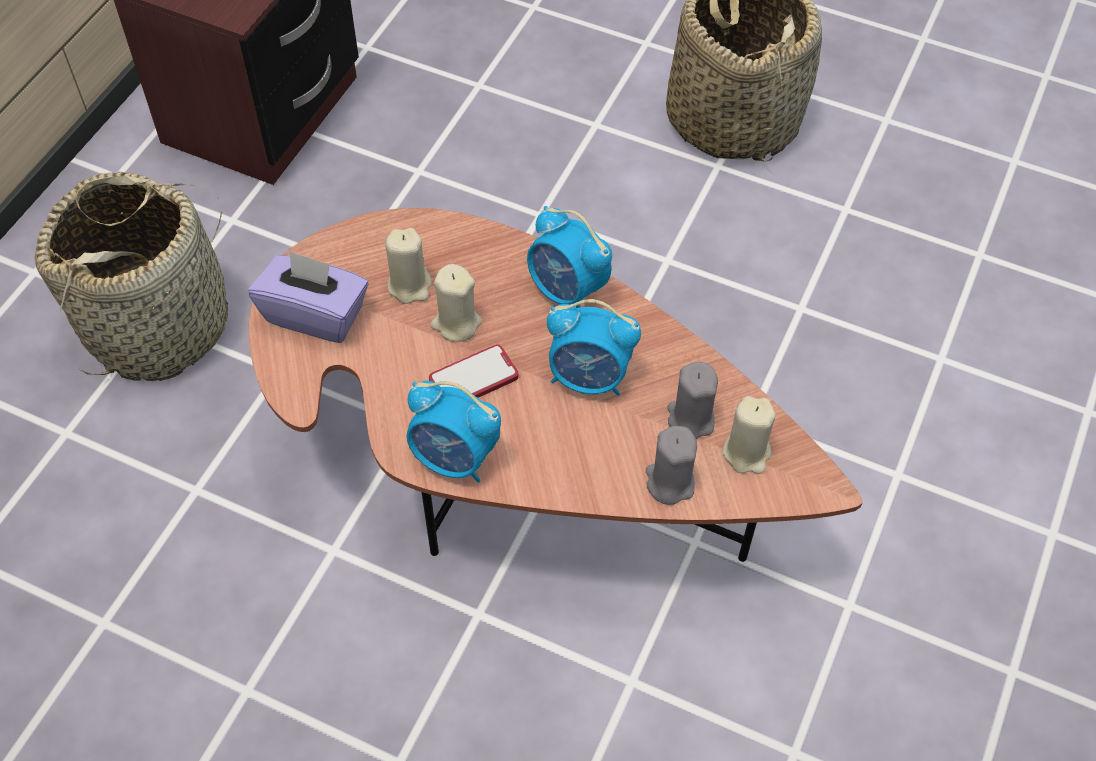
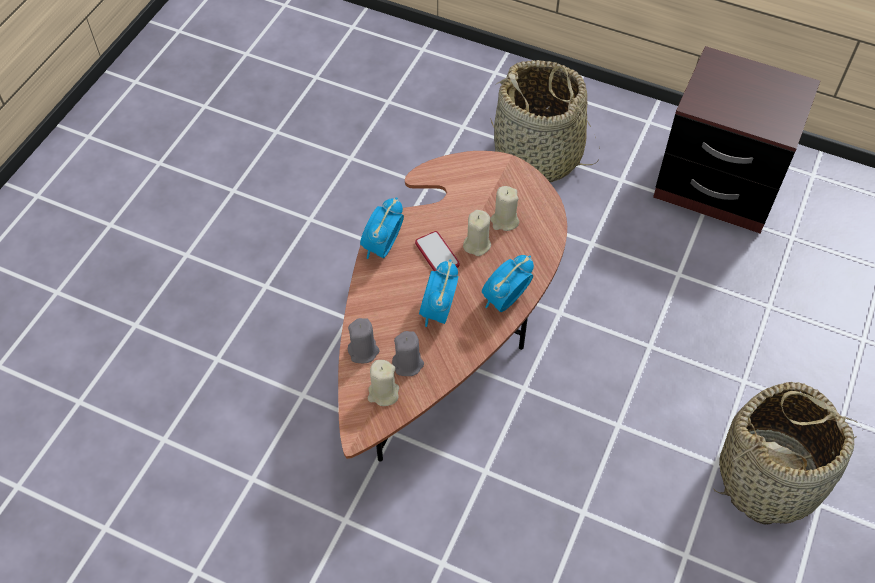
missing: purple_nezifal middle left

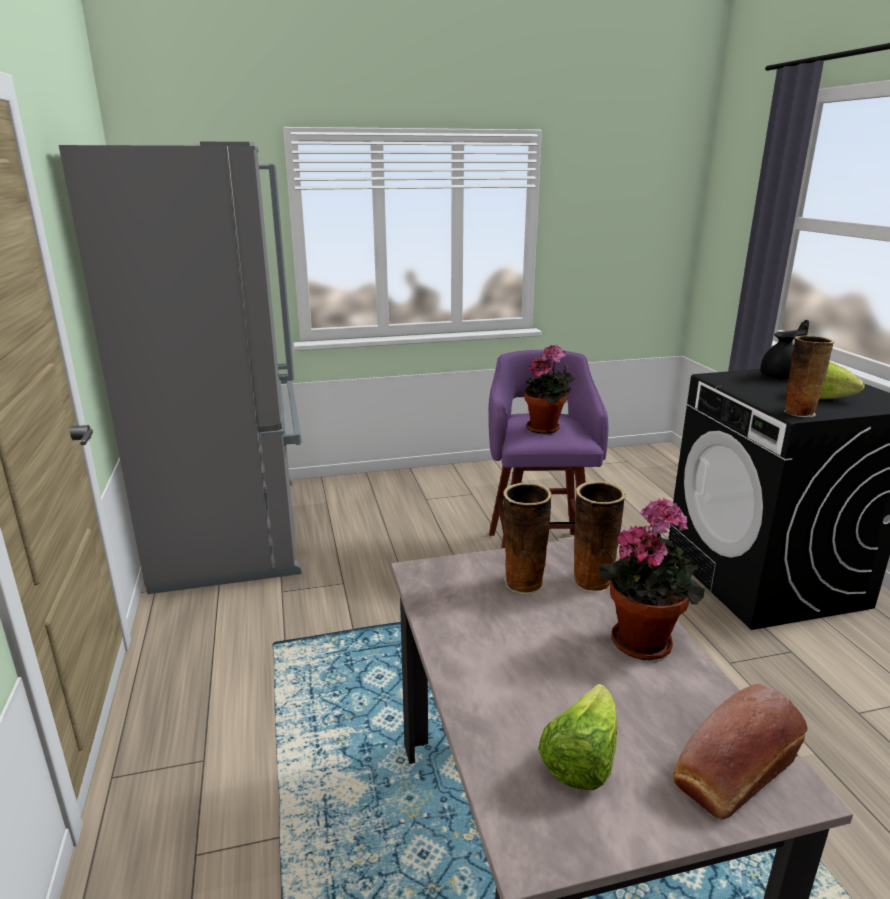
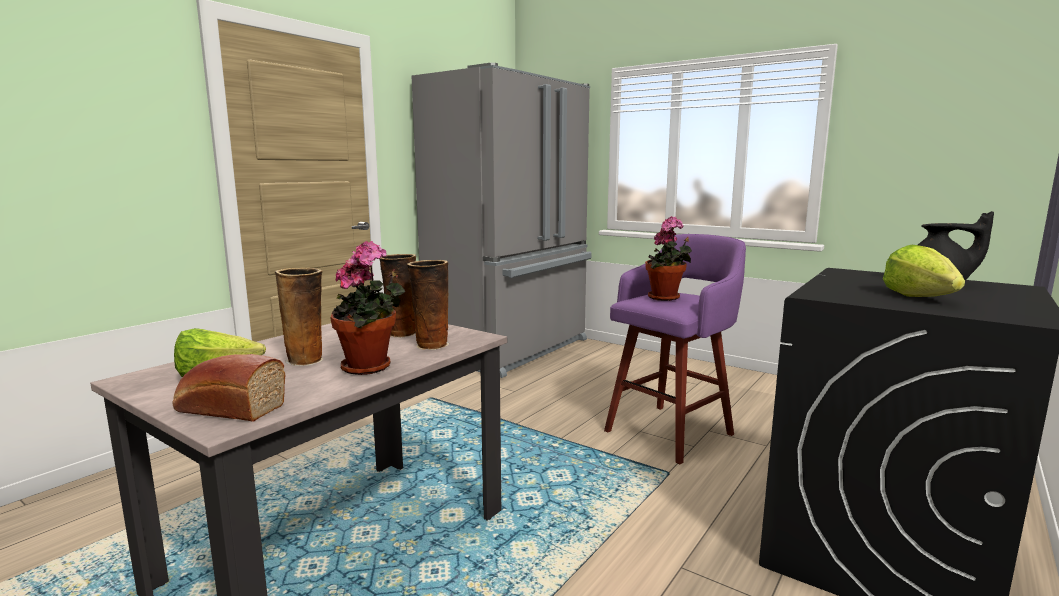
relocated: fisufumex (no. 3 from left in the first image) middle right to fisufumex (no. 1 from left) middle left

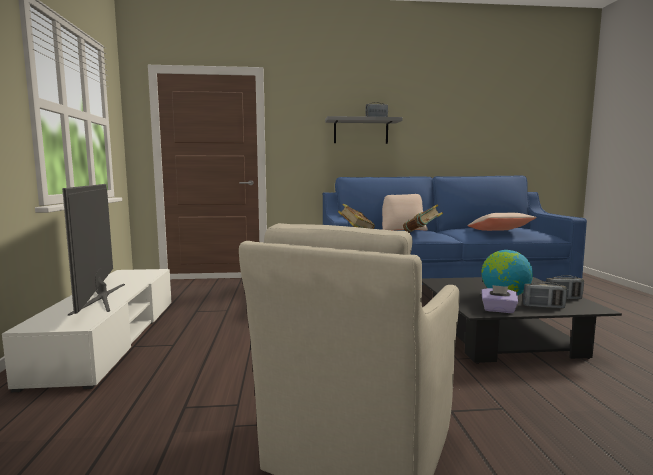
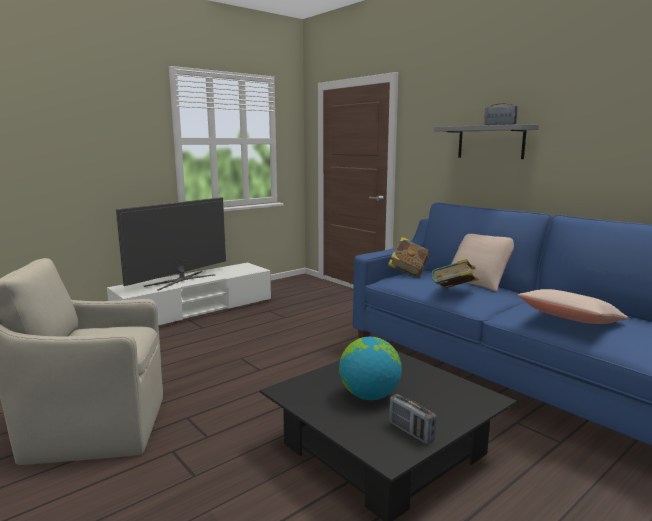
missing: purple_nezifal middle right; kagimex (no. 2 from left) middle right

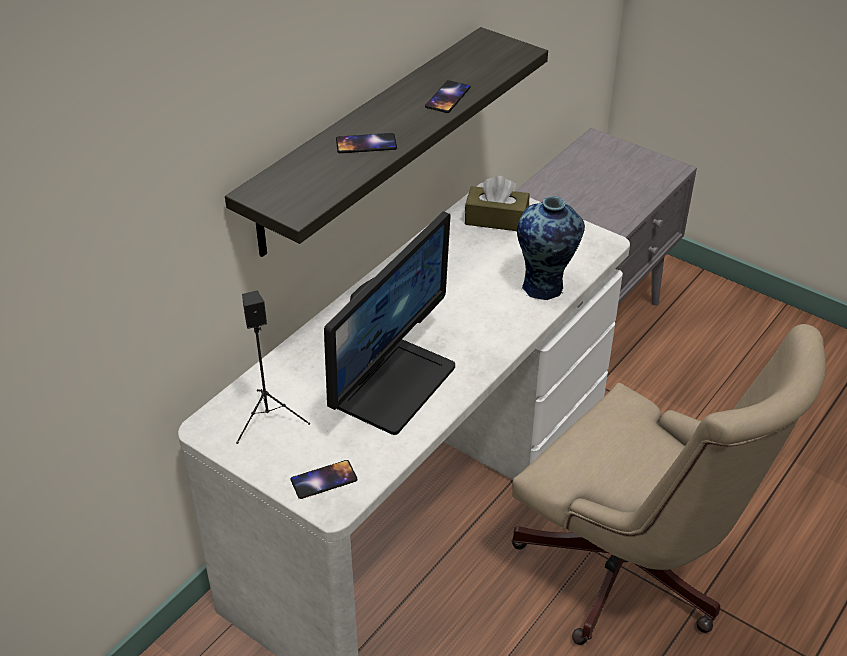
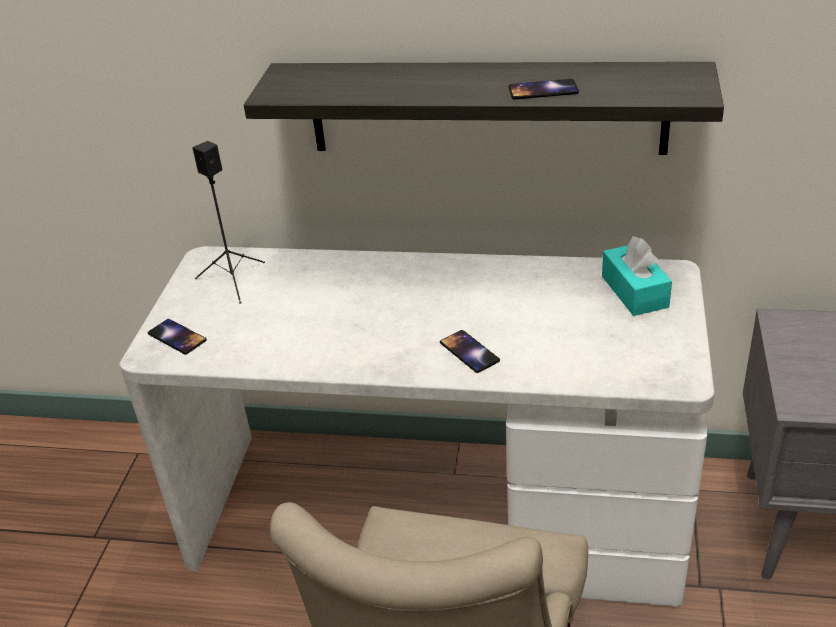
missing: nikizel centre; fisufumex centre
relocated: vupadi (no. 2 from left) top centre to centre
colour: brown_nezifal top centre to turquoise_nezifal middle right

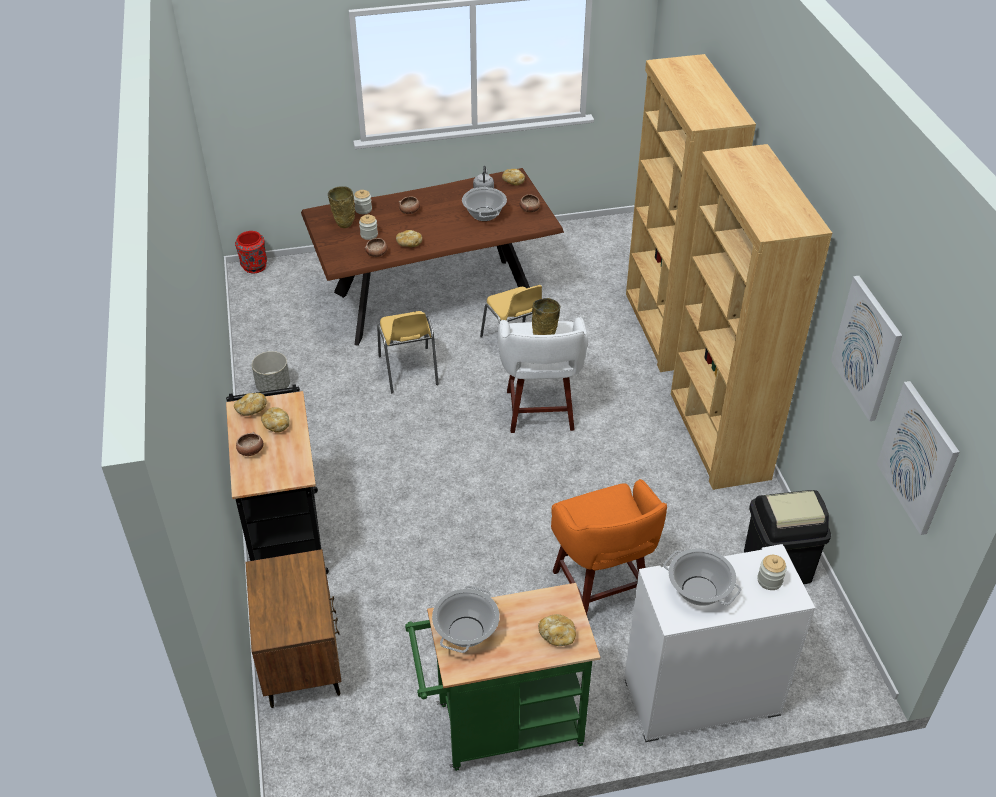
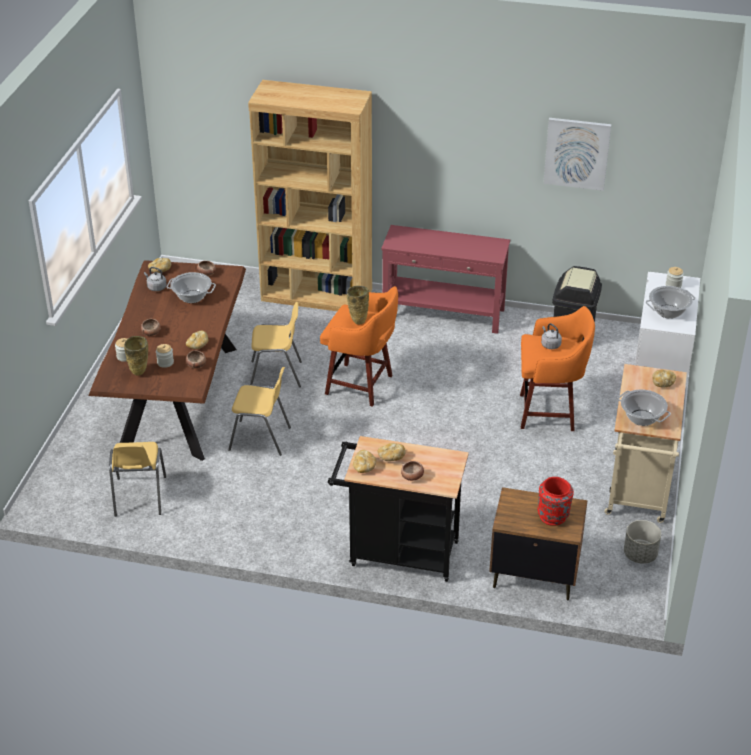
missing: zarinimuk (no. 2 from left) middle right
appeared: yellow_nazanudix (no. 1 from left) middle left; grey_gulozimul (no. 2 from left) middle right
relocated: red_fisufumex top left to middle right; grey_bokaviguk middle left to bottom right
exchanged: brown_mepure (no. 2 from left) middle right to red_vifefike centre
colour: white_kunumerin centre to orange_kunumerin (no. 1 from left) centre; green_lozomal bottom centre to beige_lozomal middle right

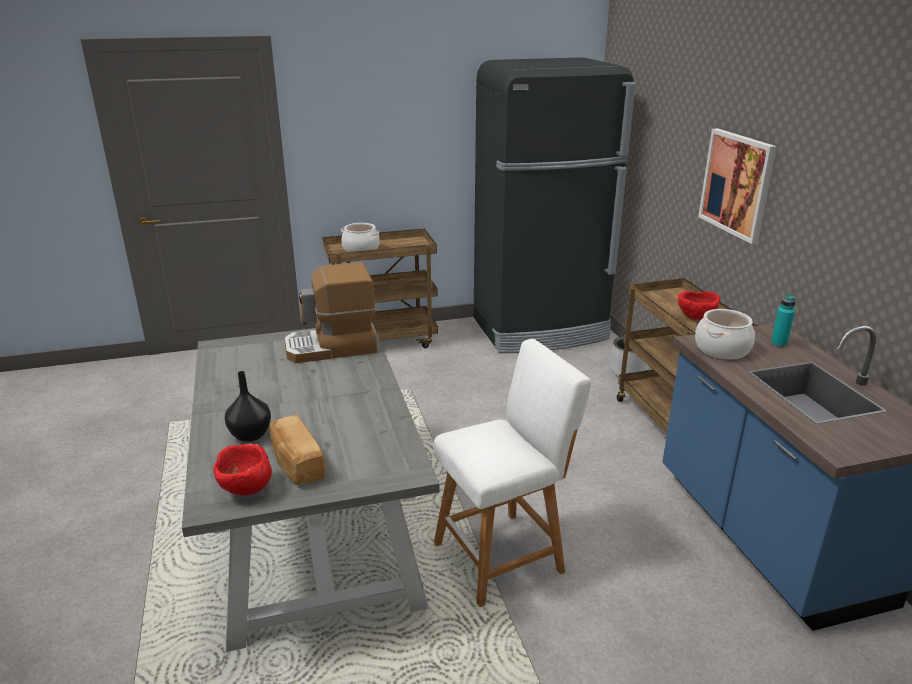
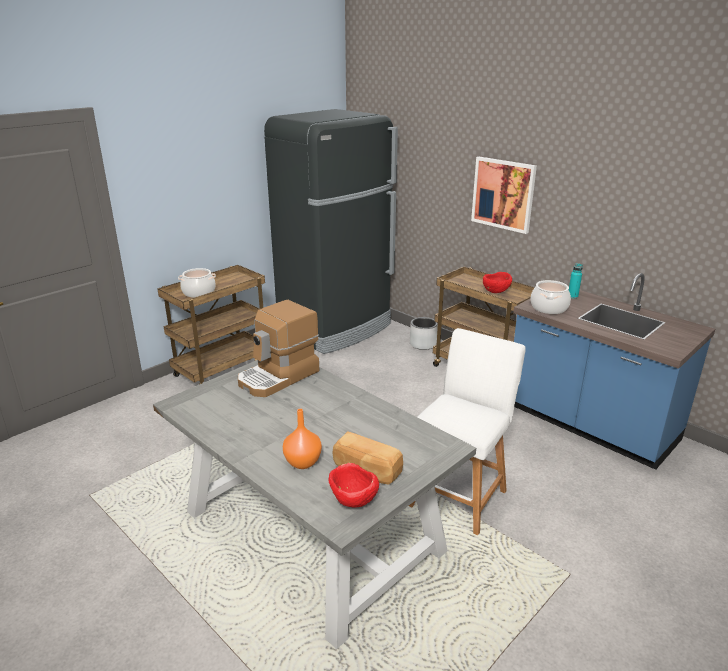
colour: black_fisufumex middle left to orange_fisufumex centre

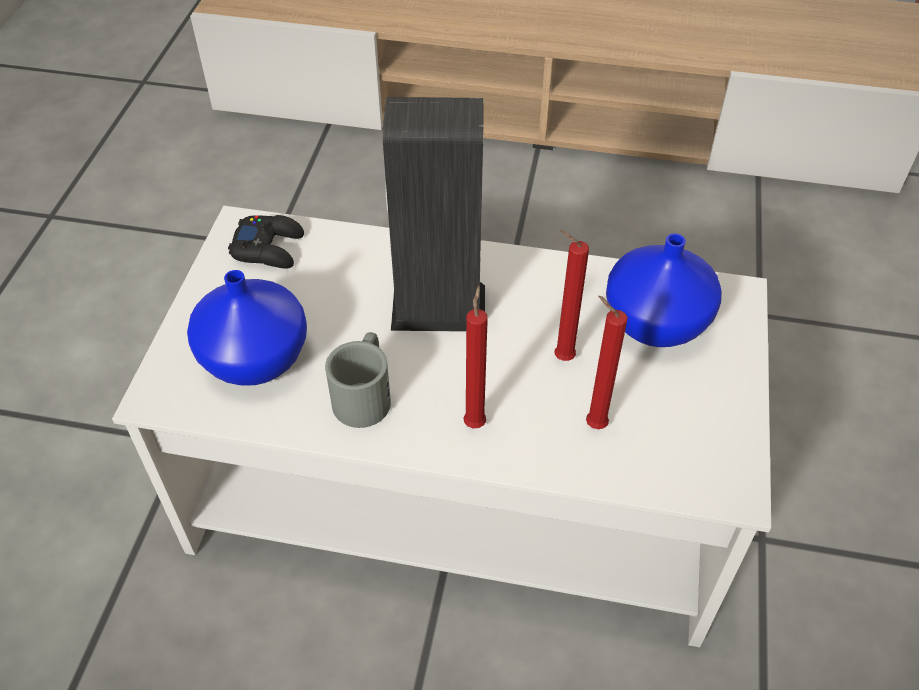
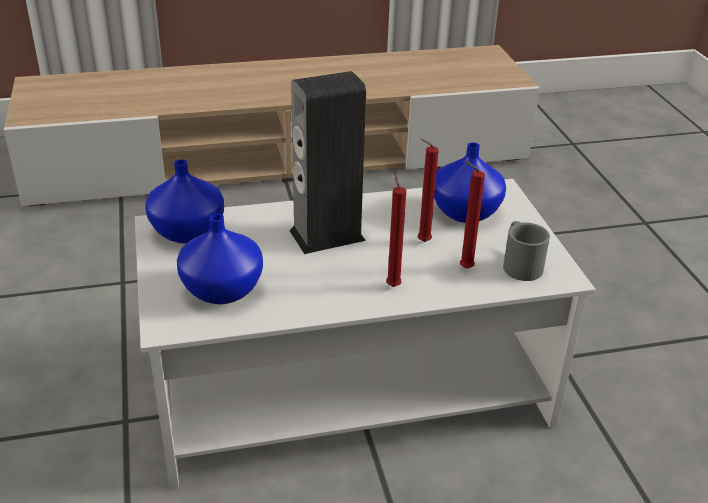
relocated: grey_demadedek centre to middle right
exchanged: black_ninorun middle left to blue_fisufumex (no. 1 from left) middle left

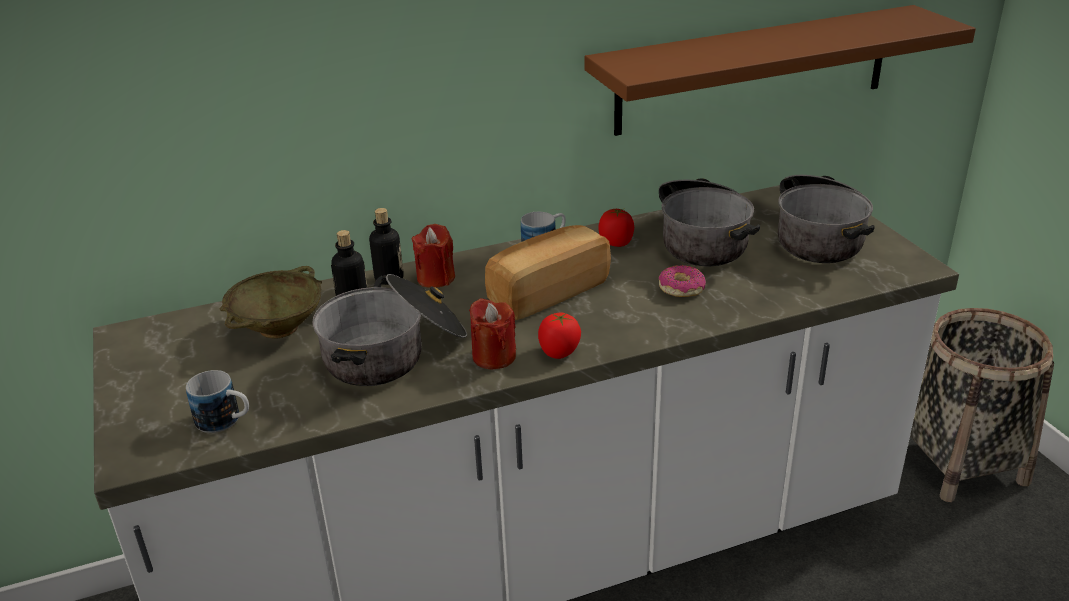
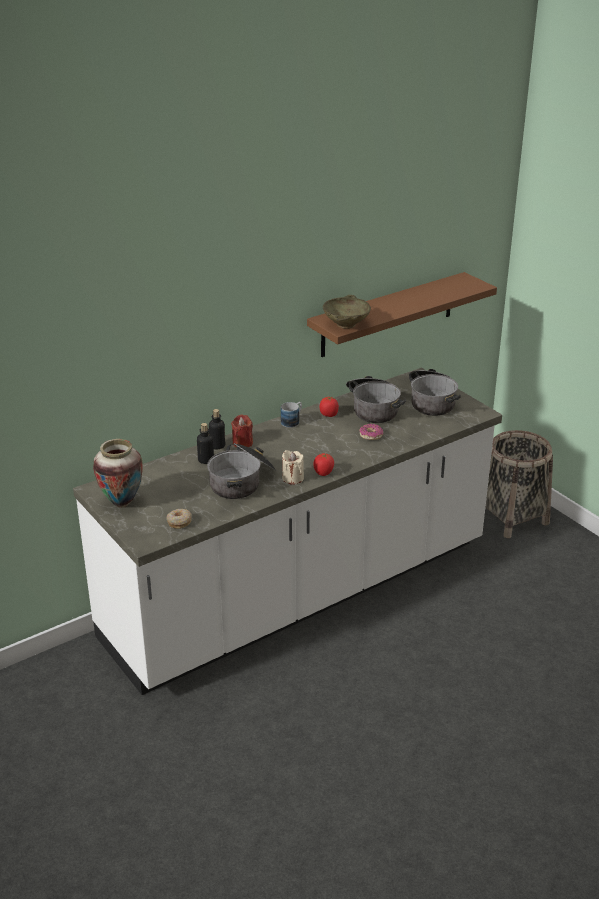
missing: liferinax centre
appeared: fisufumex middle left
relocated: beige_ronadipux middle left to centre
exchanged: demadedek (no. 1 from left) bottom left to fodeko (no. 1 from left) middle left
colour: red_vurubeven (no. 2 from left) centre to beige_vurubeven centre

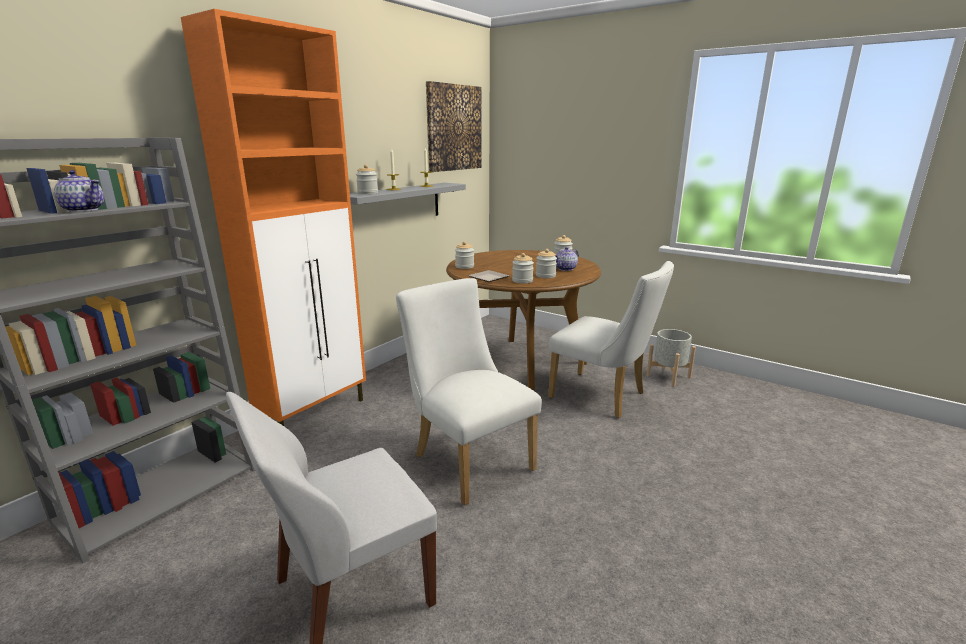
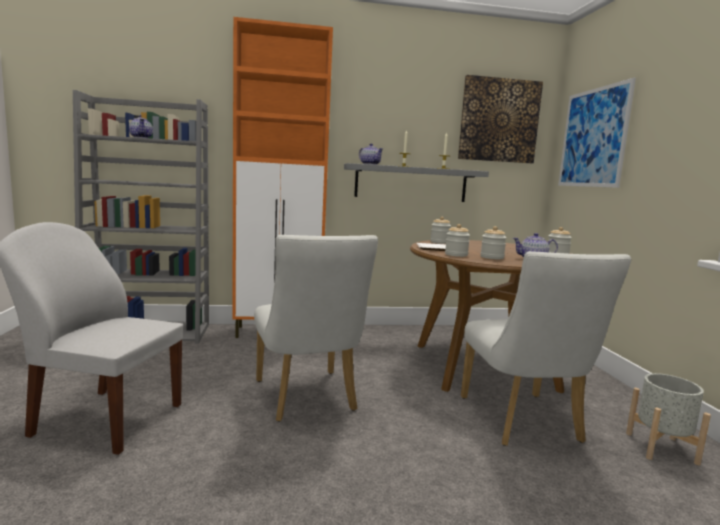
appeared: zarinimuk (no. 2 from left) top right
exchanged: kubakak (no. 1 from left) top centre to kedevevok (no. 2 from left) top centre
spun: white_nazanudix (no. 2 from left) centre = centre 150 degrees clockwise

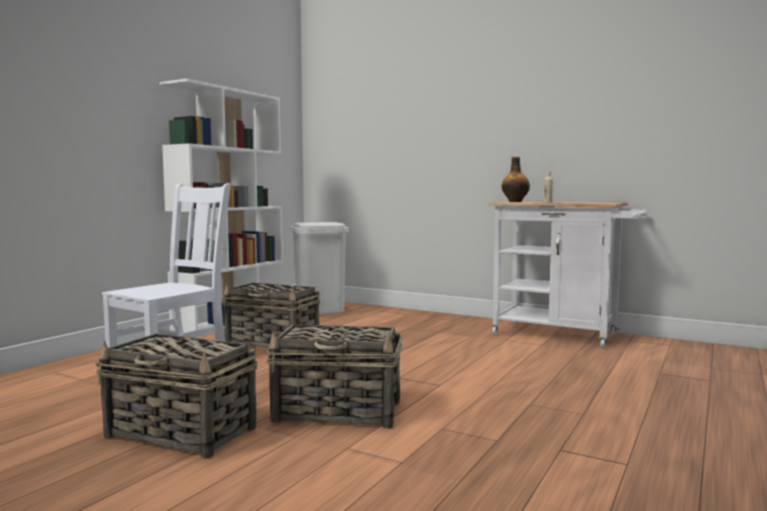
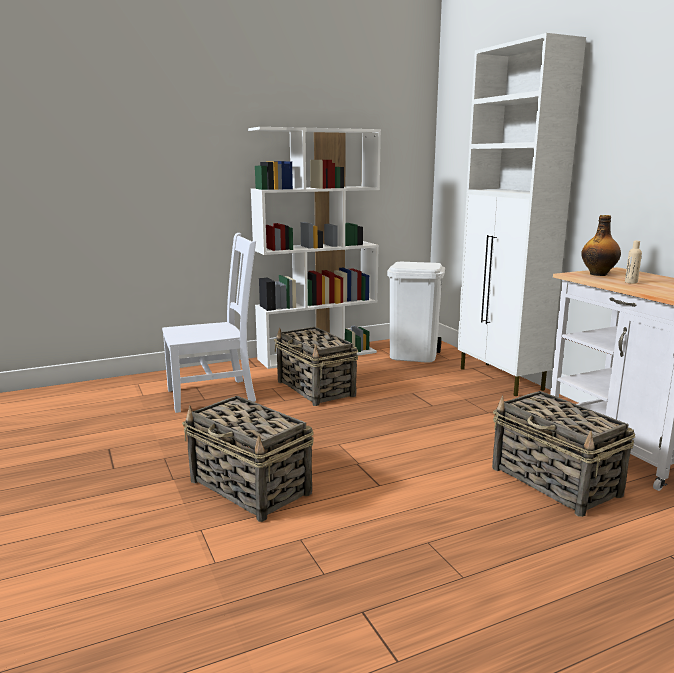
appeared: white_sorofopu top right
relocated: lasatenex (no. 1 from left in the first image) bottom left to lasatenex (no. 3 from left) bottom right

